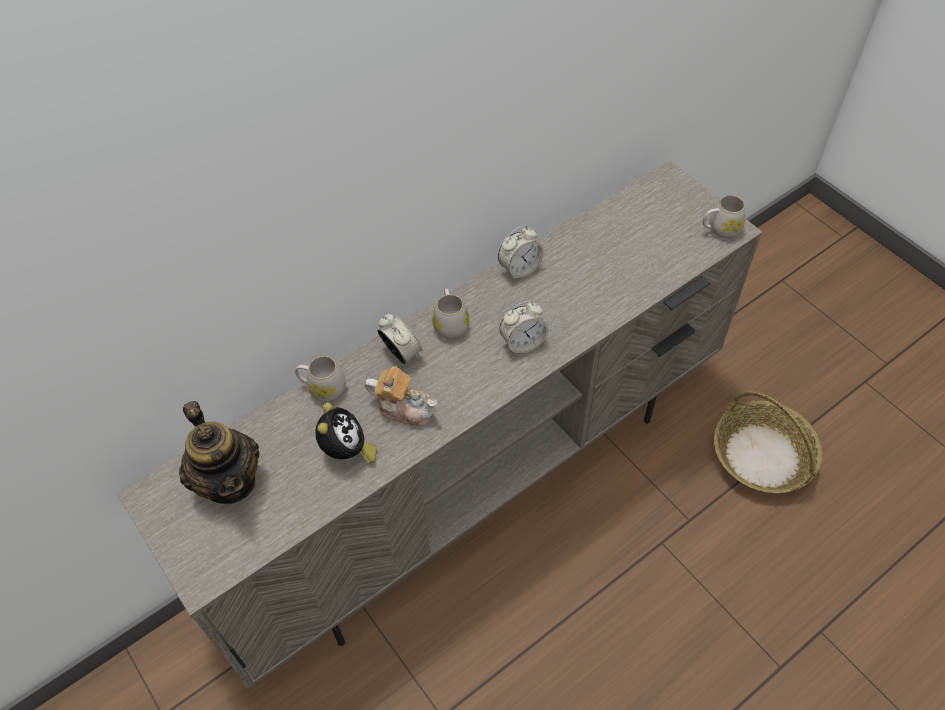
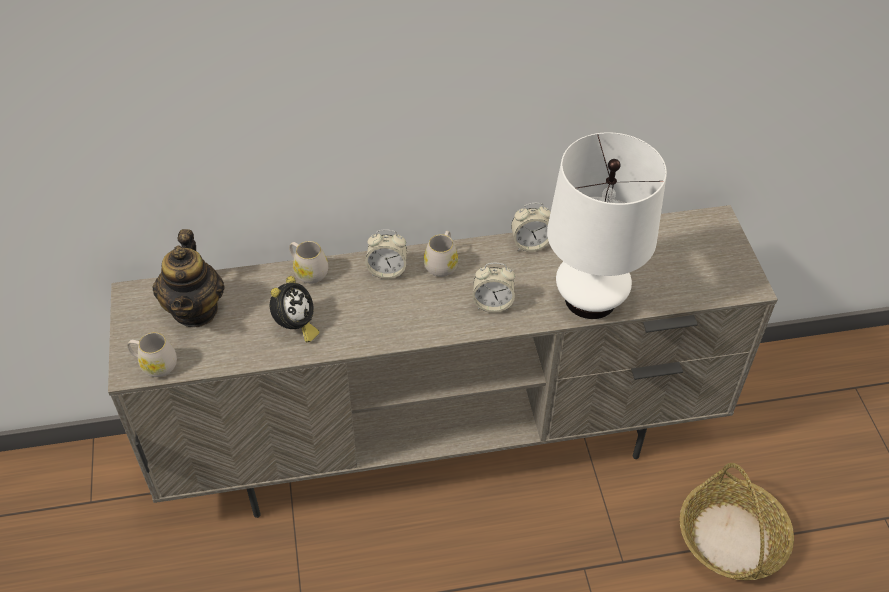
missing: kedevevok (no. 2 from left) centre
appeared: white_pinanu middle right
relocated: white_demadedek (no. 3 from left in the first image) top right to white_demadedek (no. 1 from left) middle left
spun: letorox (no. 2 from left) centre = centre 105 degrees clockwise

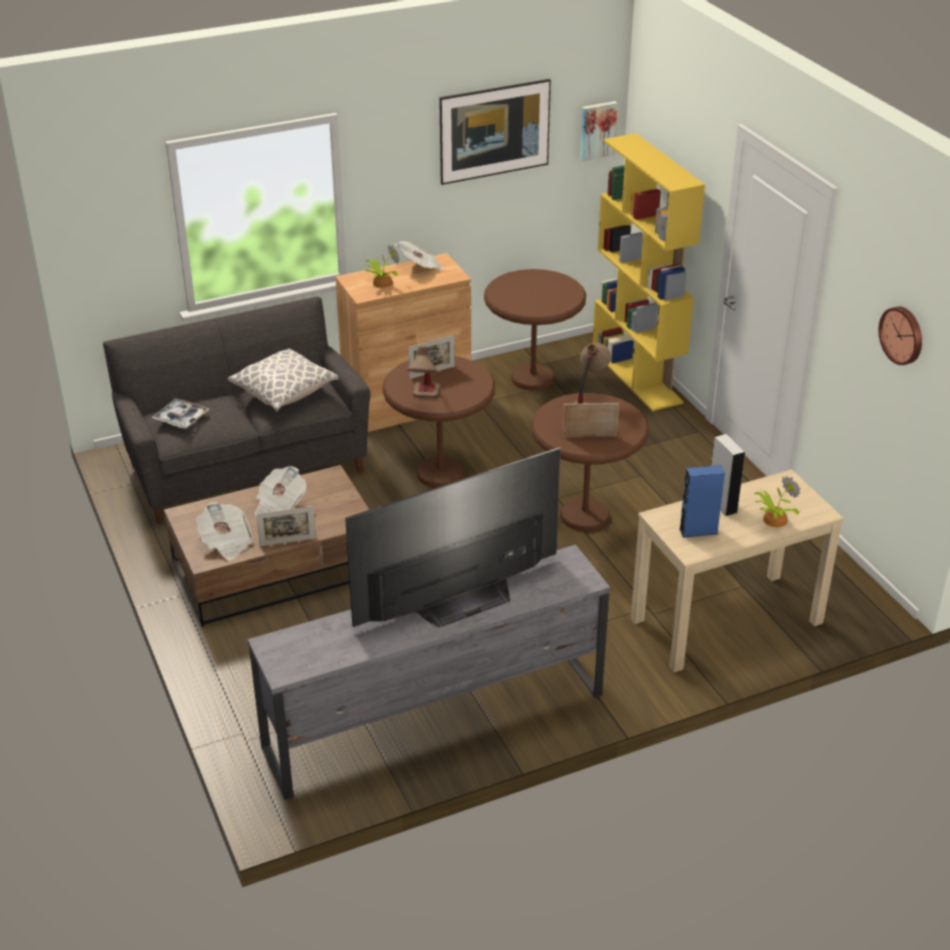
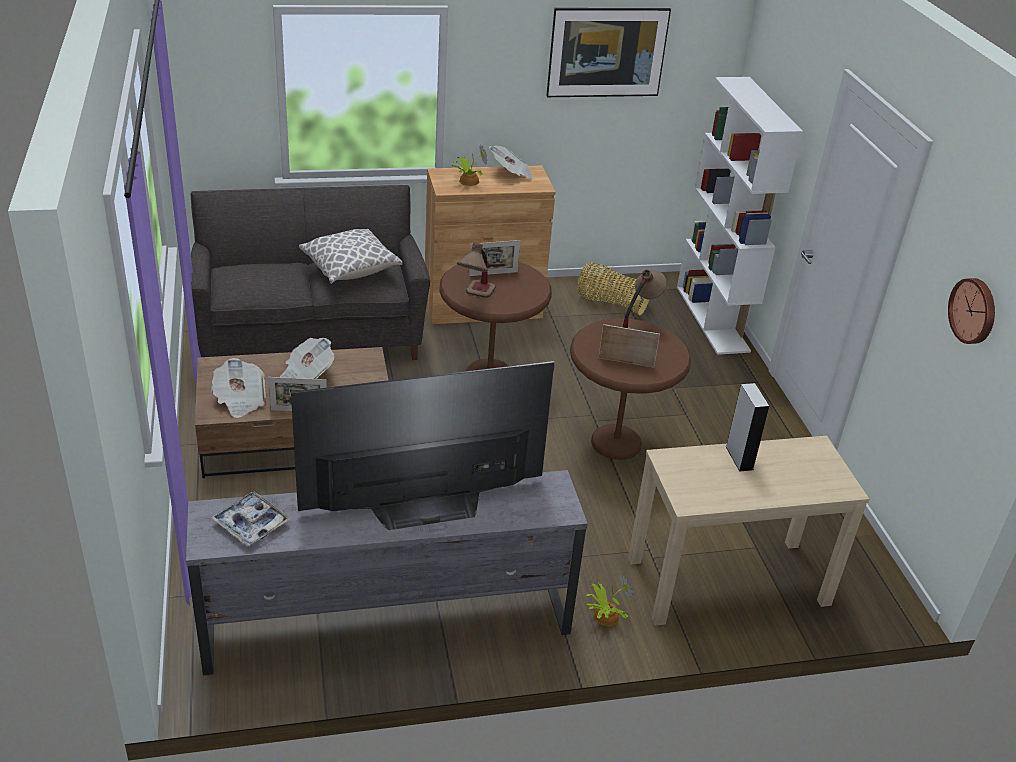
missing: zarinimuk (no. 2 from left) top centre; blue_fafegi middle right
relocated: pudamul middle left to bottom left; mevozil (no. 2 from left) middle right to bottom centre
exchanged: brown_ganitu (no. 2 from left) centre to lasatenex centre
colour: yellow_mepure top right to white_mepure top right

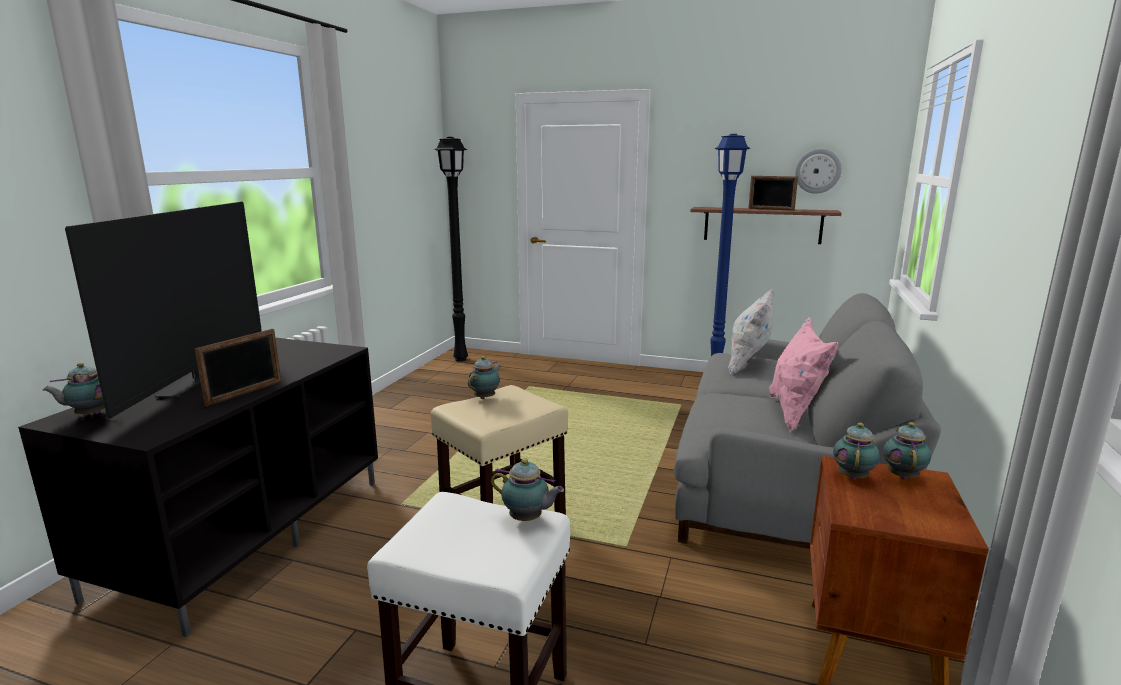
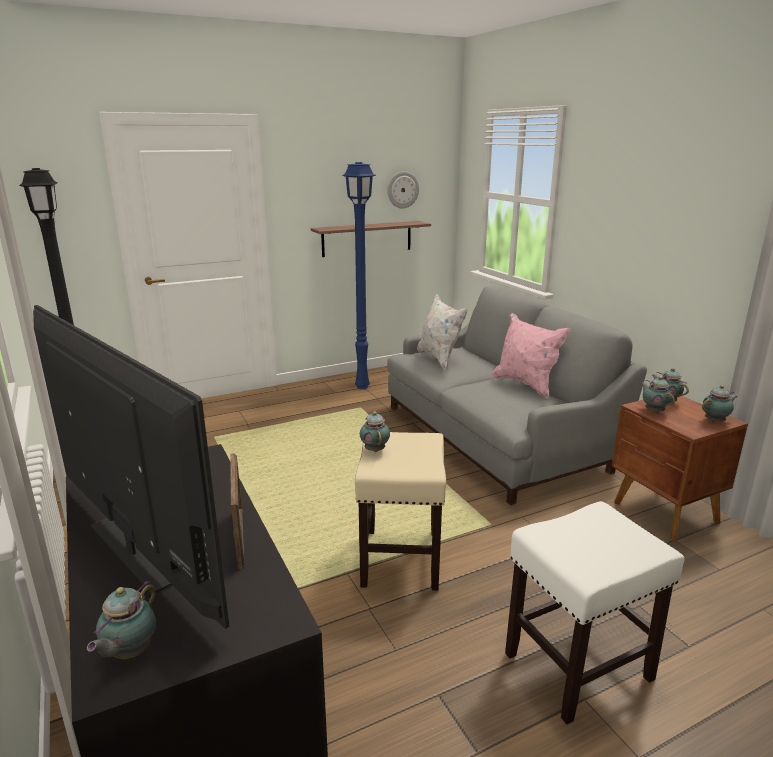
missing: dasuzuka (no. 2 from left) top right
relocated: kedevevok (no. 3 from left in the first image) bottom centre to kedevevok (no. 5 from left) middle right

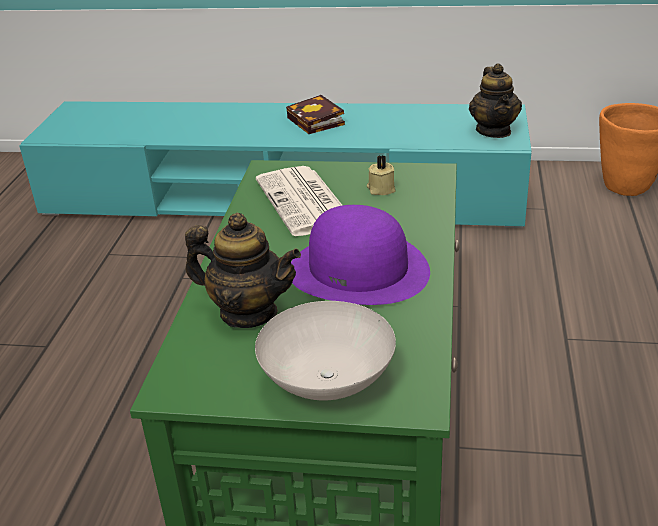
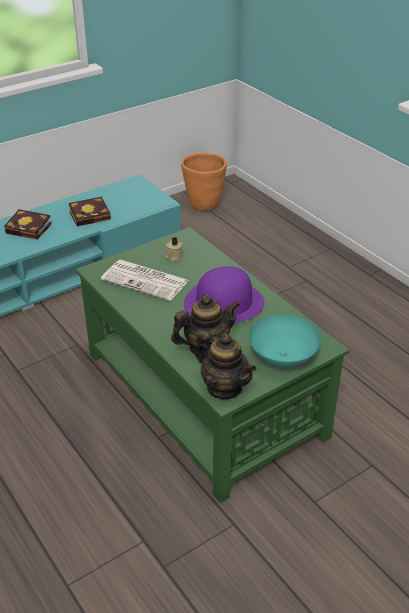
appeared: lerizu (no. 2 from left) middle left
relocated: kedevevok (no. 2 from left) top right to centre
colour: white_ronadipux bottom centre to turquoise_ronadipux middle right

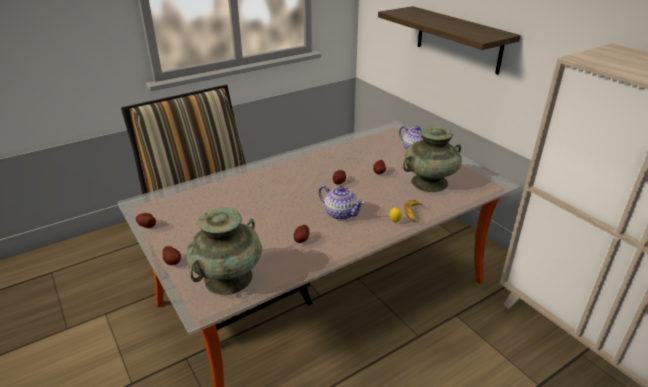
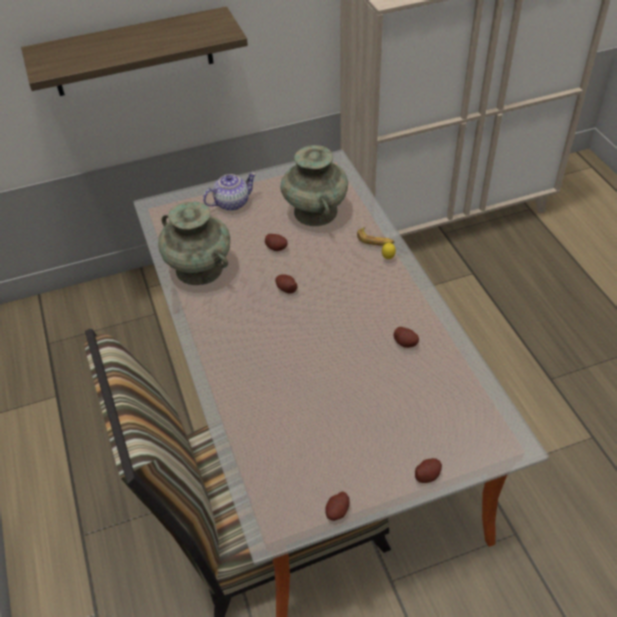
missing: kedevevok (no. 1 from left) centre
relocated: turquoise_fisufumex (no. 1 from left) centre to middle left

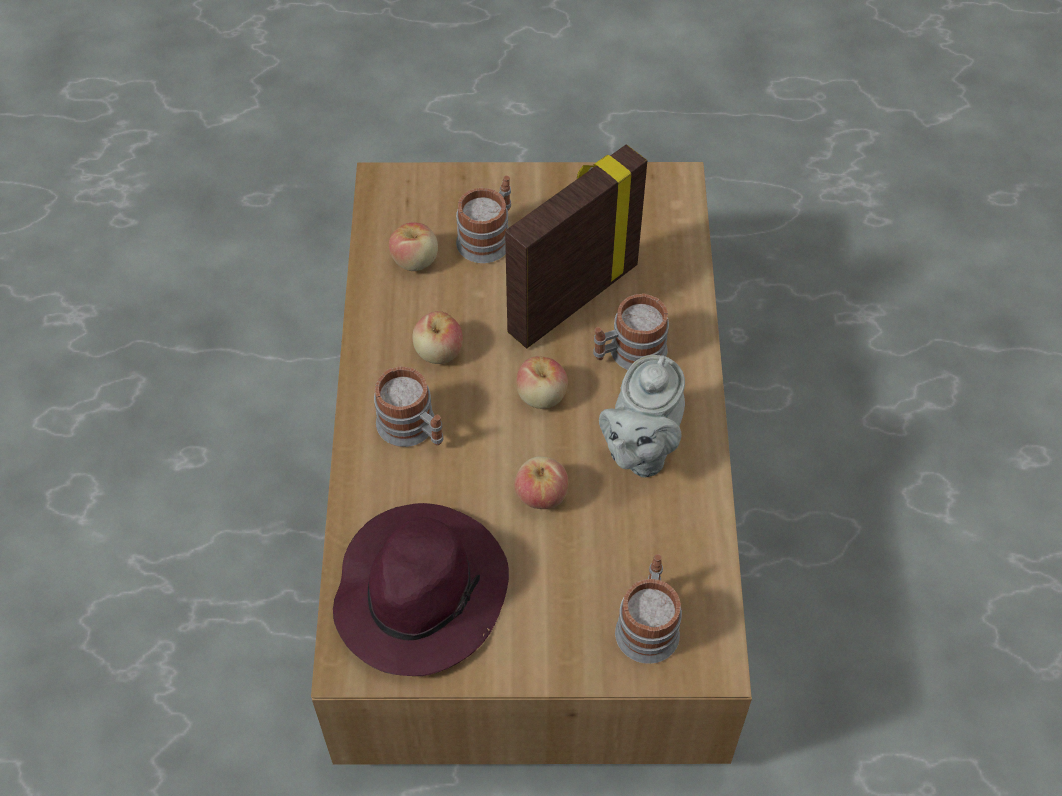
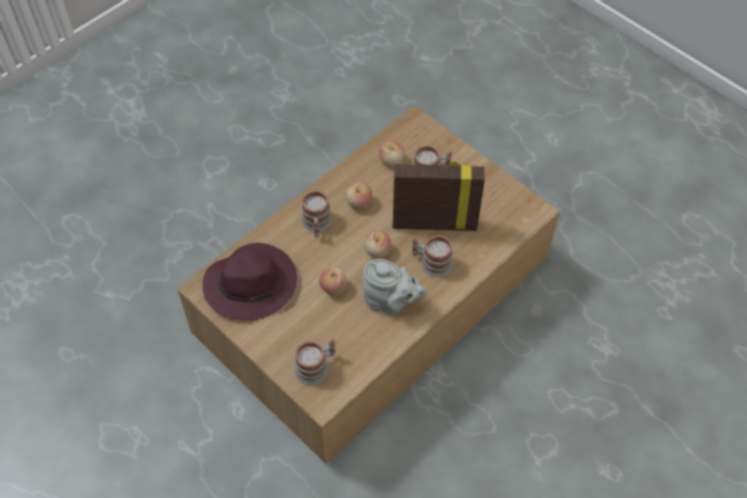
spun: grey_kedevevok centre = centre 135 degrees counterclockwise

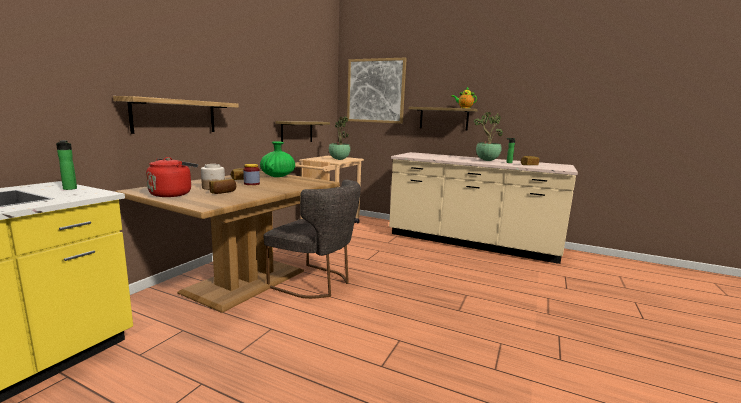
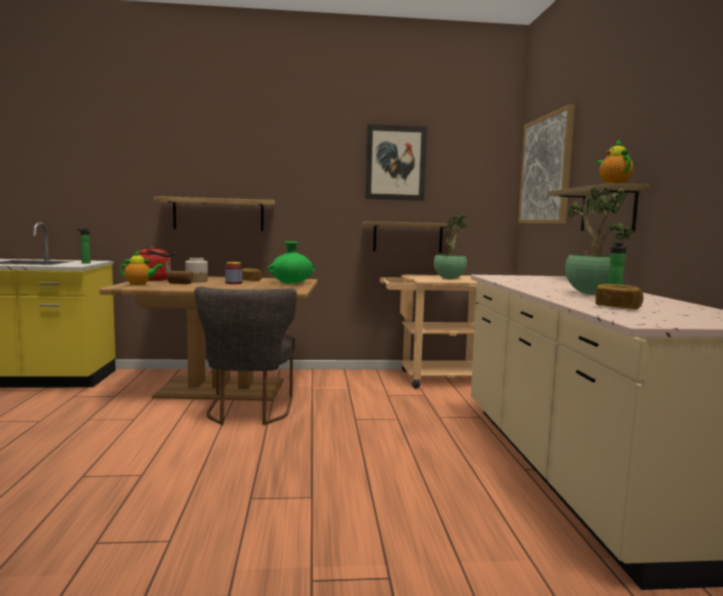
appeared: kedevevok (no. 1 from left) middle left; zarinimuk (no. 1 from left) top centre

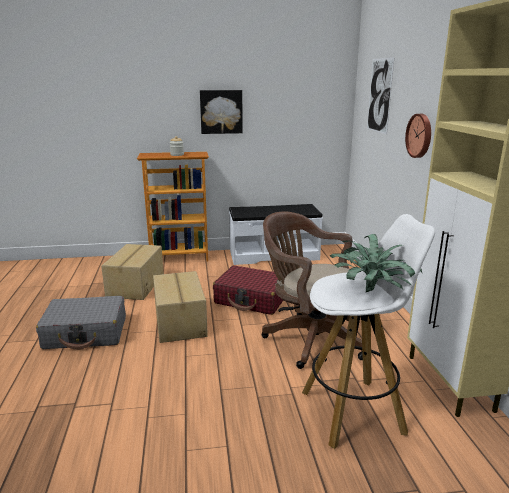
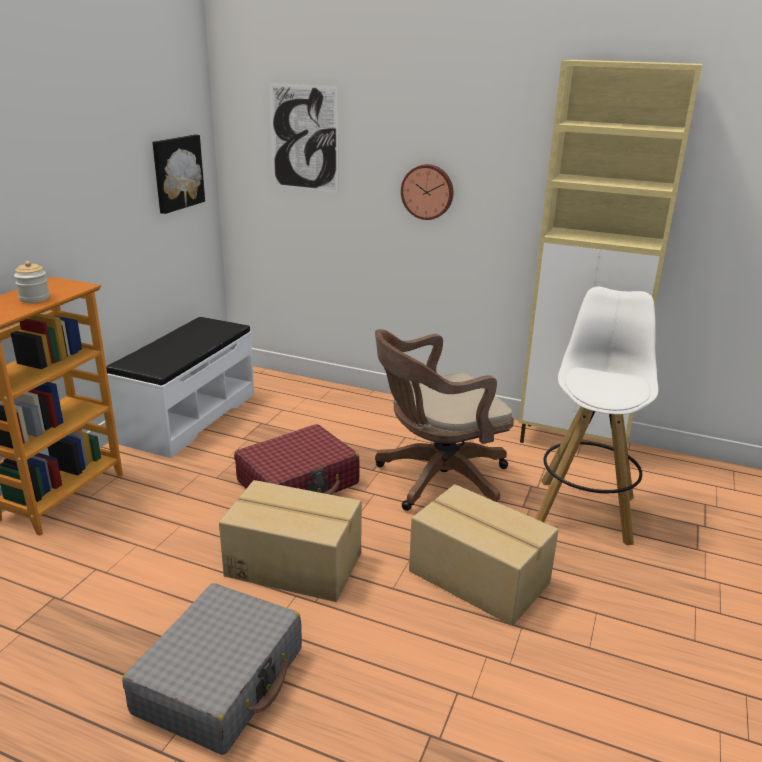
missing: mevozil middle right
relocated: zarinimuk (no. 1 from left) top centre to top left; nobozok (no. 1 from left in the first image) middle left to nobozok (no. 2 from left) bottom centre

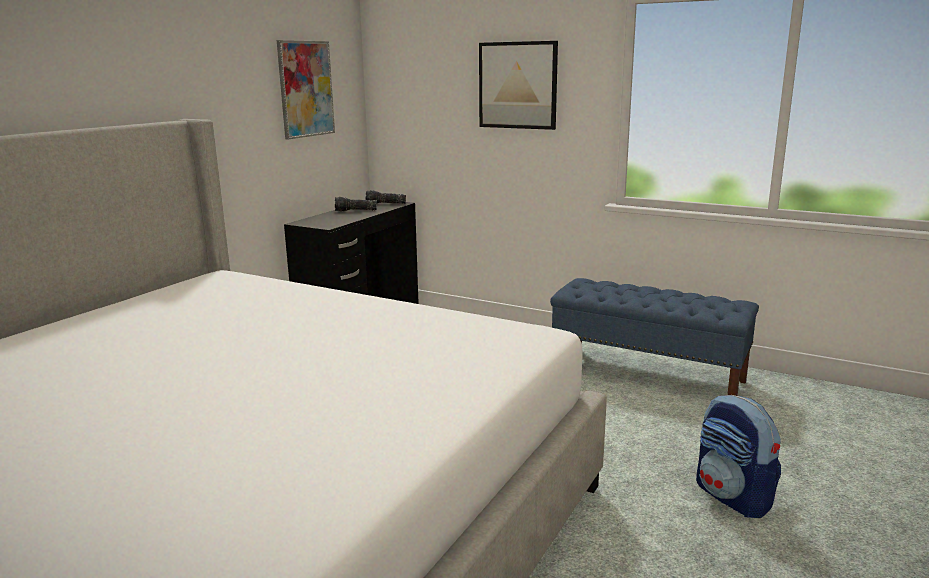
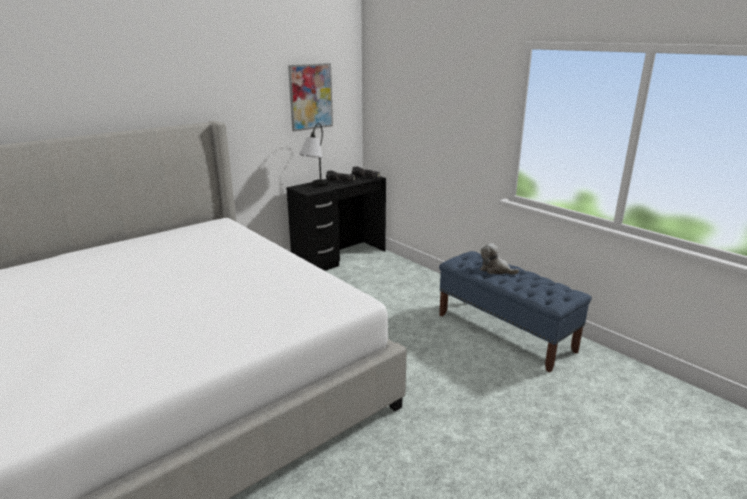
missing: zarinimuk (no. 2 from left) top centre; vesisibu bottom right
appeared: pinanu top centre; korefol middle right

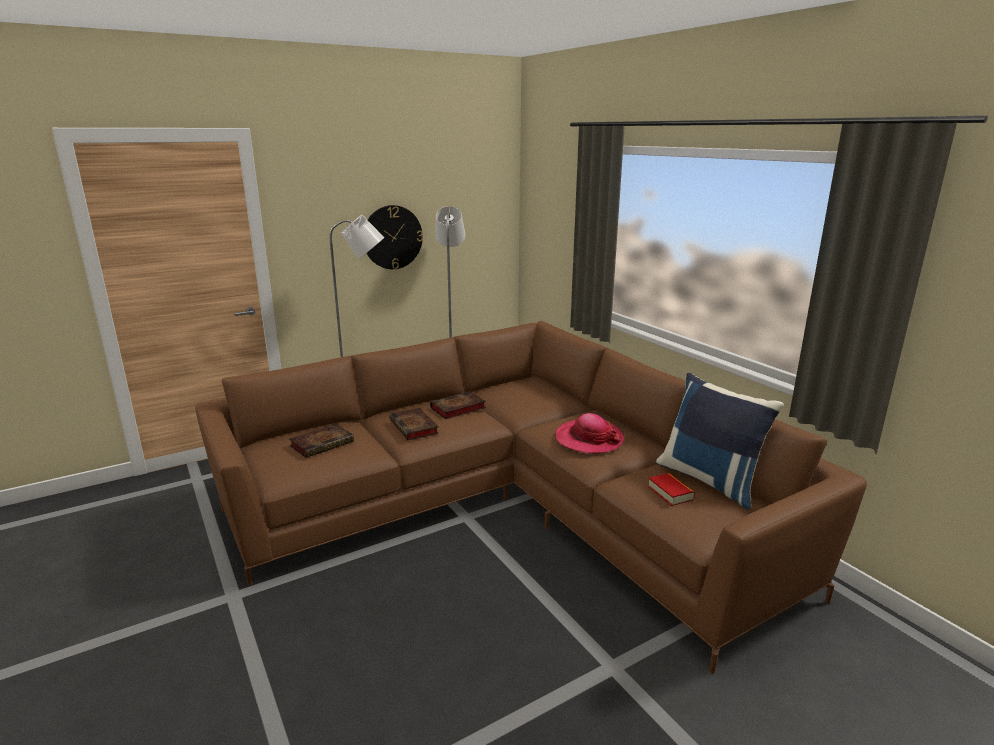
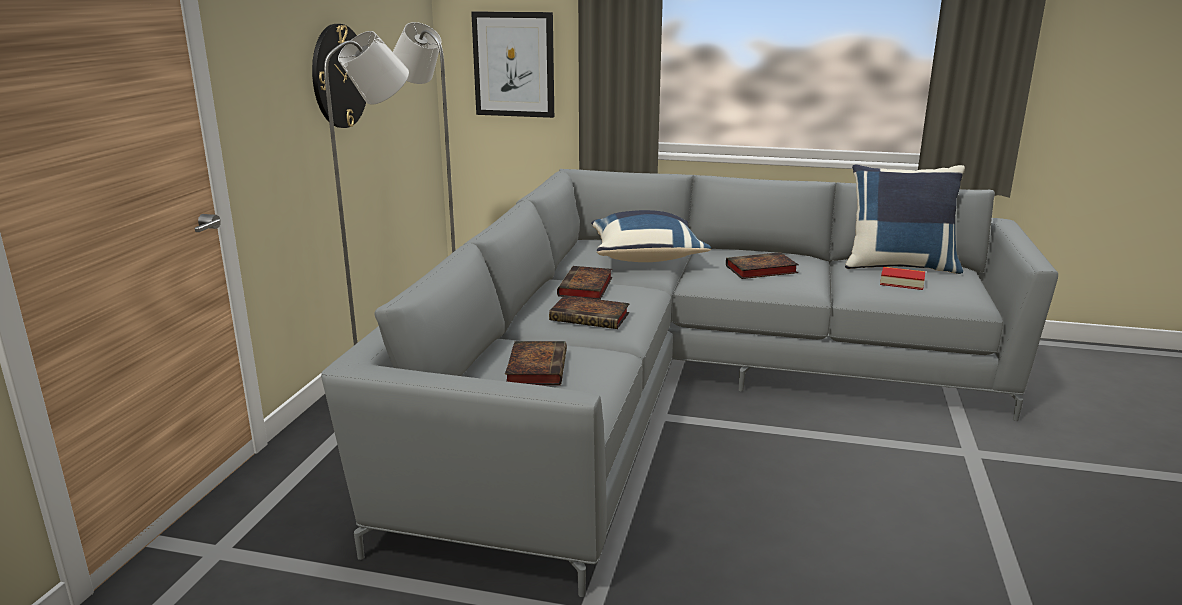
appeared: zarinimuk top centre; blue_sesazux (no. 1 from left) centre
exchanged: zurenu centre to lerizu (no. 4 from left) centre
colour: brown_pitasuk bottom centre to grey_pitasuk centre

